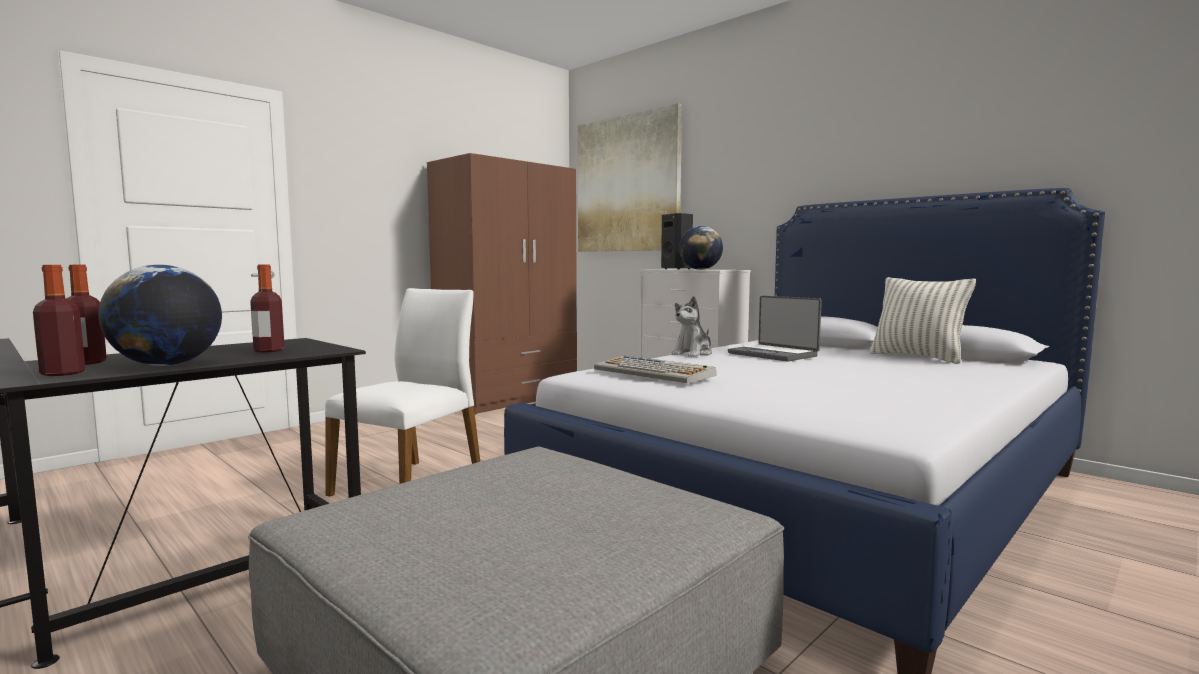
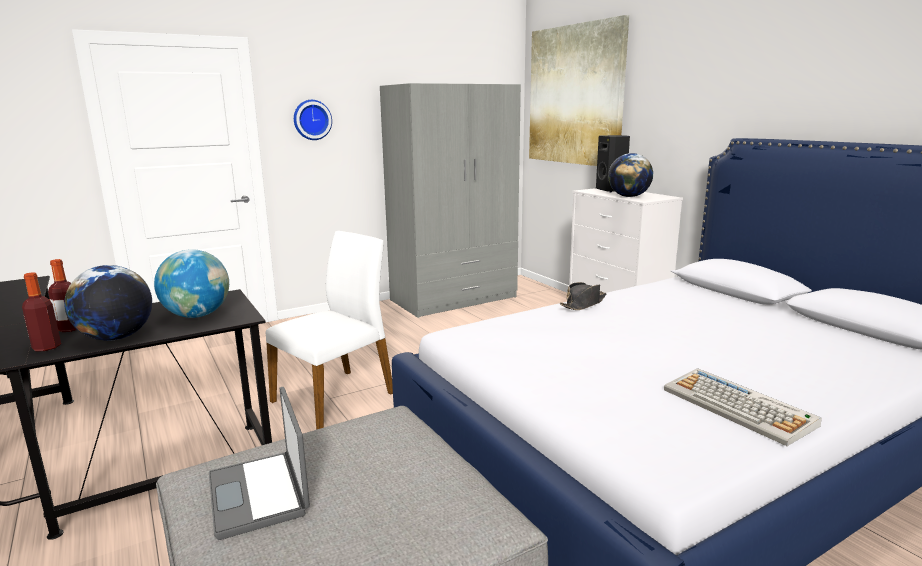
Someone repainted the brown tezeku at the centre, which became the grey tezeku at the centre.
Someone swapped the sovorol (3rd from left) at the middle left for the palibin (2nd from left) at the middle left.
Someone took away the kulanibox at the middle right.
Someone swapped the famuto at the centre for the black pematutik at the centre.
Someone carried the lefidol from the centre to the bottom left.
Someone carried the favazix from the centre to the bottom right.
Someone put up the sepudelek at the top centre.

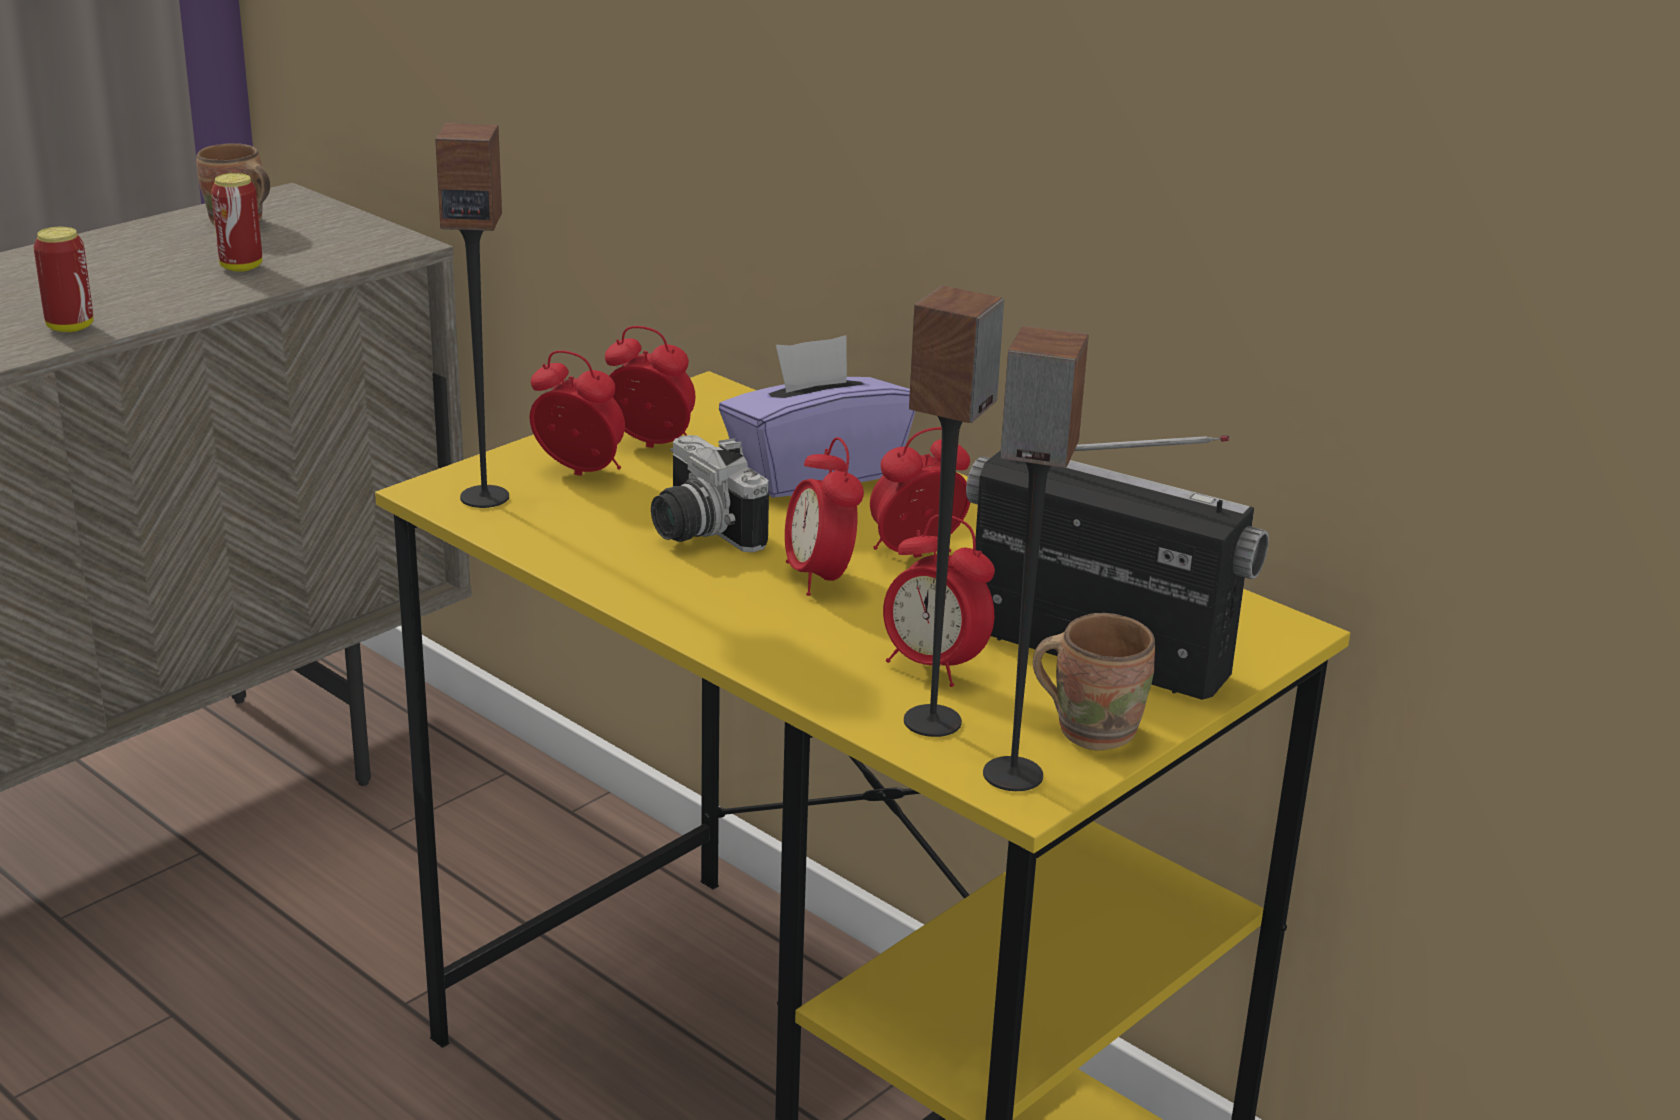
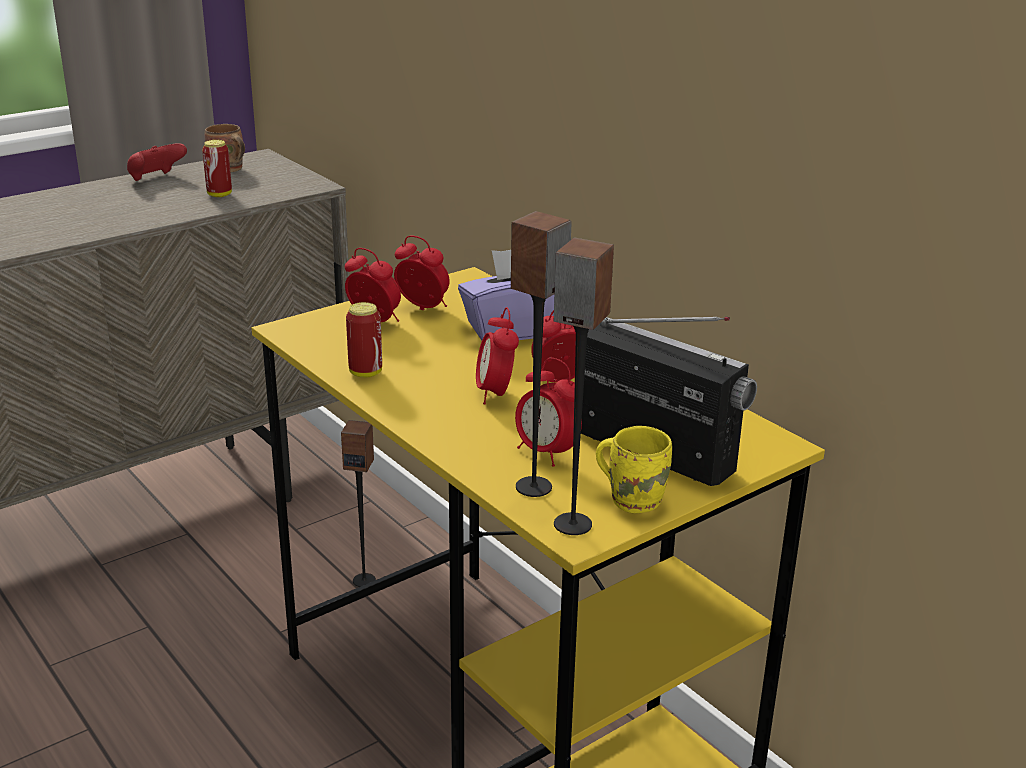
Someone carried the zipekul (1st from left) from the top left to the centre.
Someone carried the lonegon (1st from left in the first image) from the top left to the centre.
Someone took away the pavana at the centre.
Someone repainted the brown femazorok (2nd from left) at the centre, which became the yellow femazorok at the centre.
Someone put down the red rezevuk at the top left.

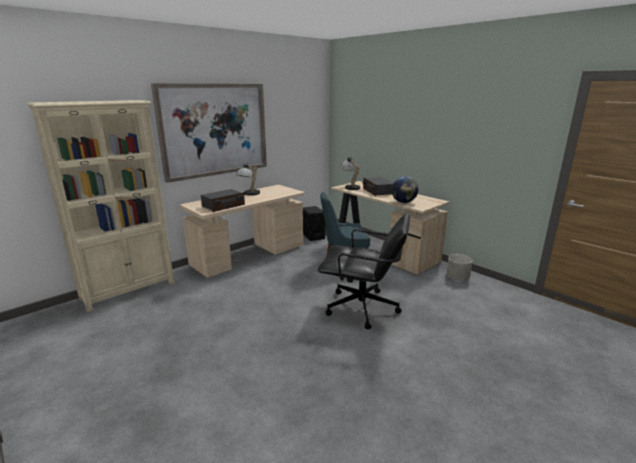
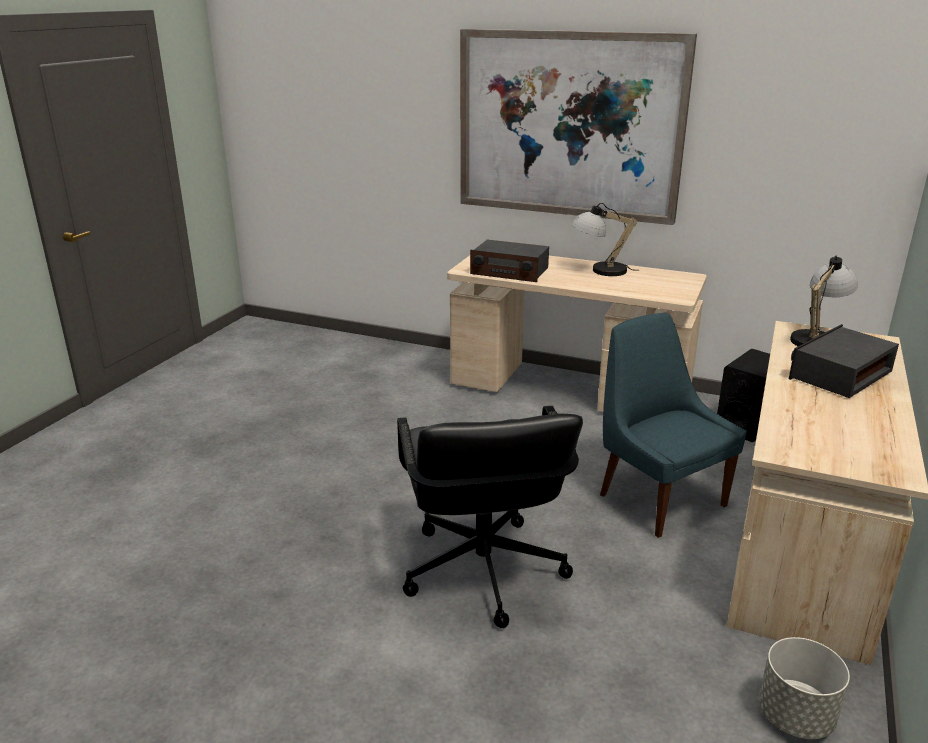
Someone took away the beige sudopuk at the middle left.
Someone took away the palibin at the centre.

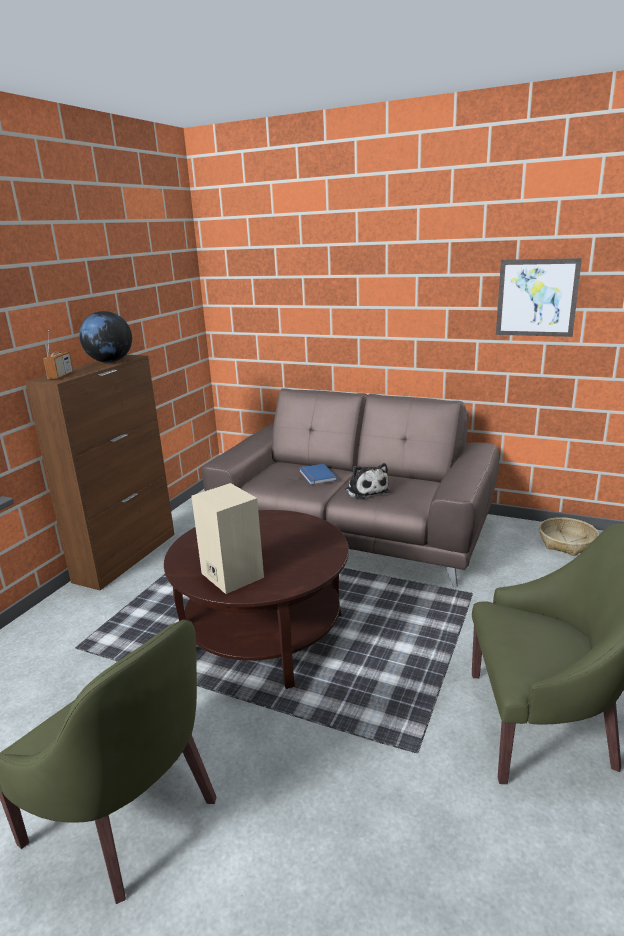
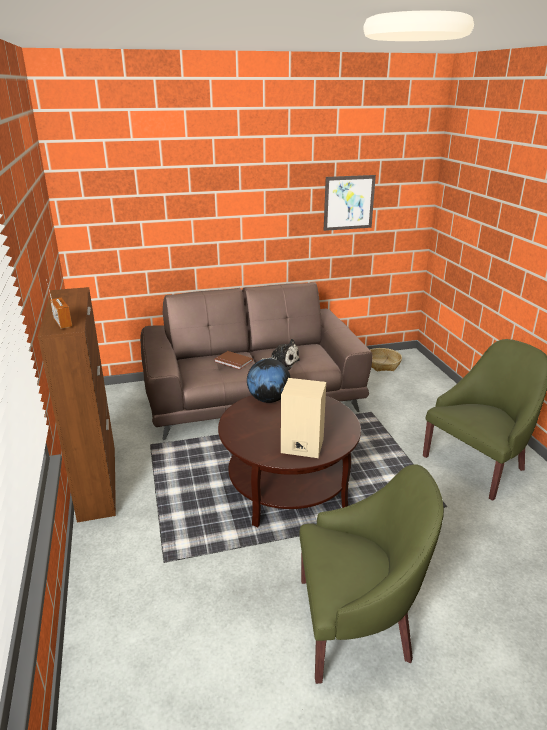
Someone carried the palibin from the middle left to the centre.
Someone repainted the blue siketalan at the centre, which became the brown siketalan at the centre.

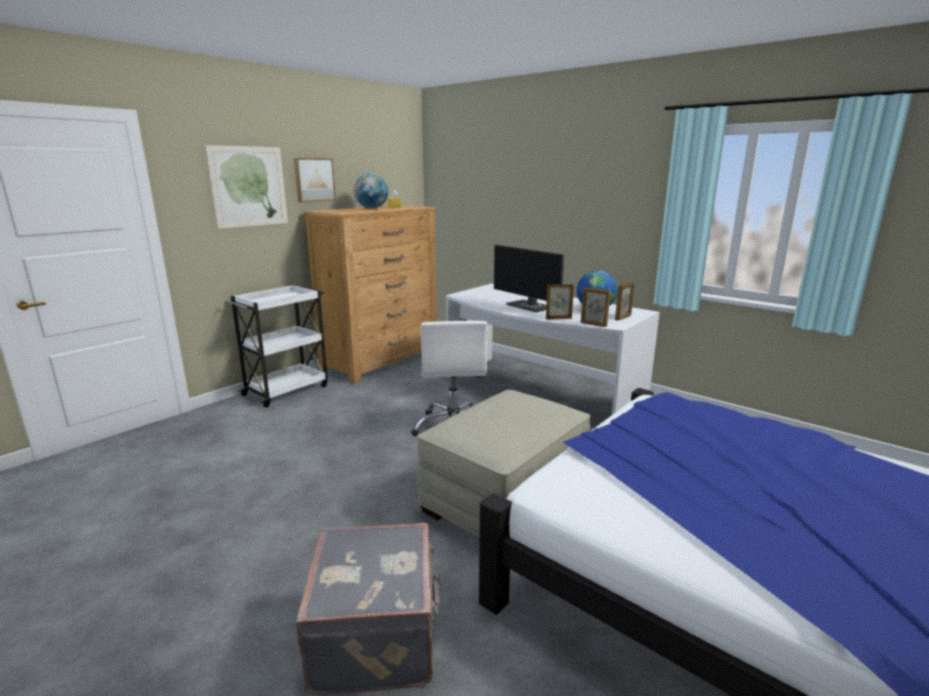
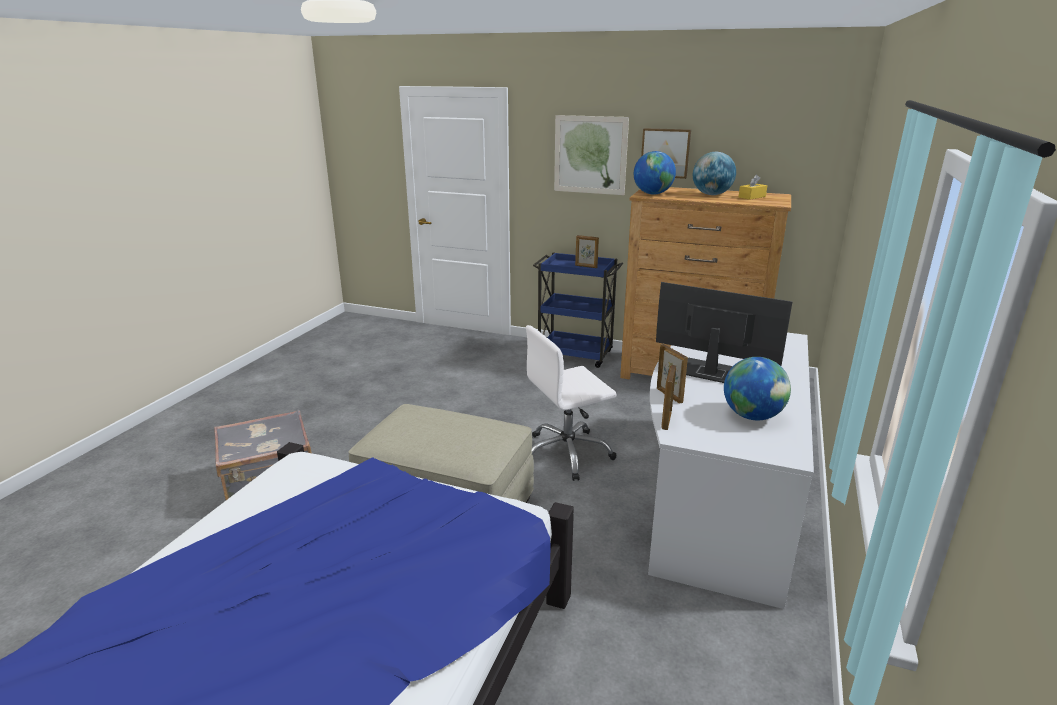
Someone rotated the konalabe at the centre by 90 degrees clockwise.
Someone carried the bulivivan (3rd from left in the first image) from the middle right to the centre.
Someone repainted the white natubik at the middle left, which became the blue natubik at the centre.
Someone put down the palibin (1st from left) at the top centre.

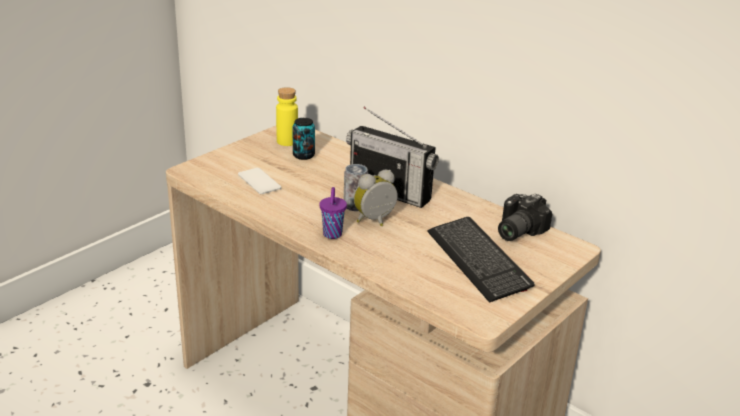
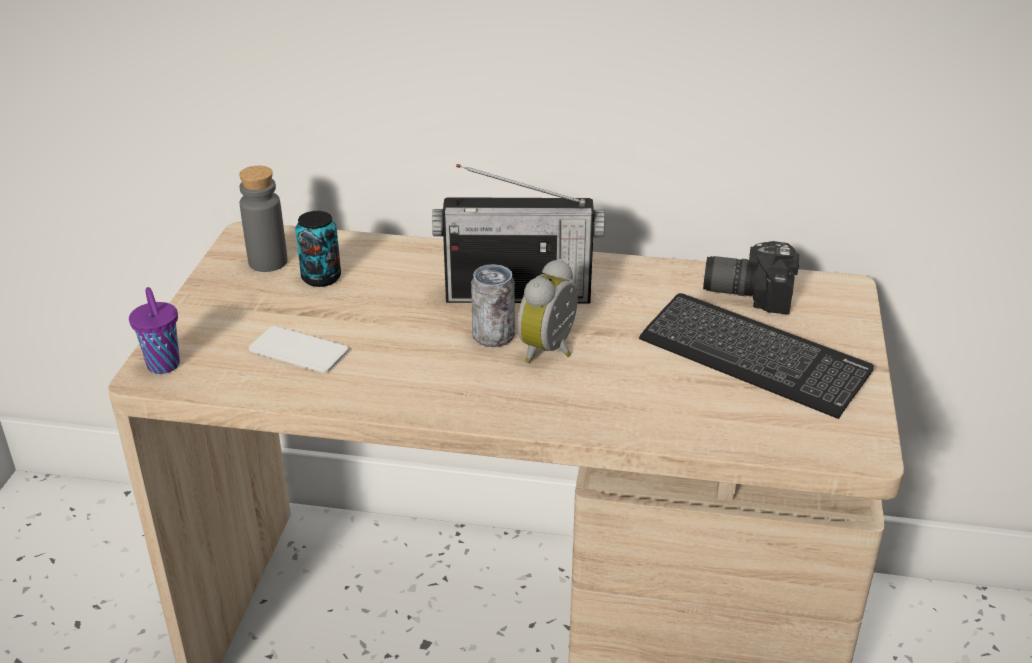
Someone repainted the yellow sovorol at the top centre, which became the grey sovorol at the top left.
Someone carried the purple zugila from the centre to the middle left.
Someone rotated the pavana at the middle right by 90 degrees clockwise.

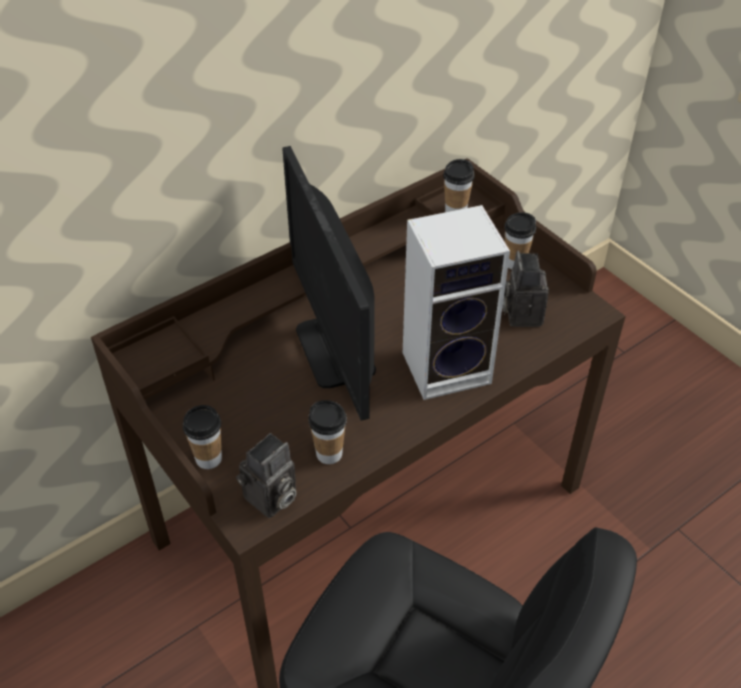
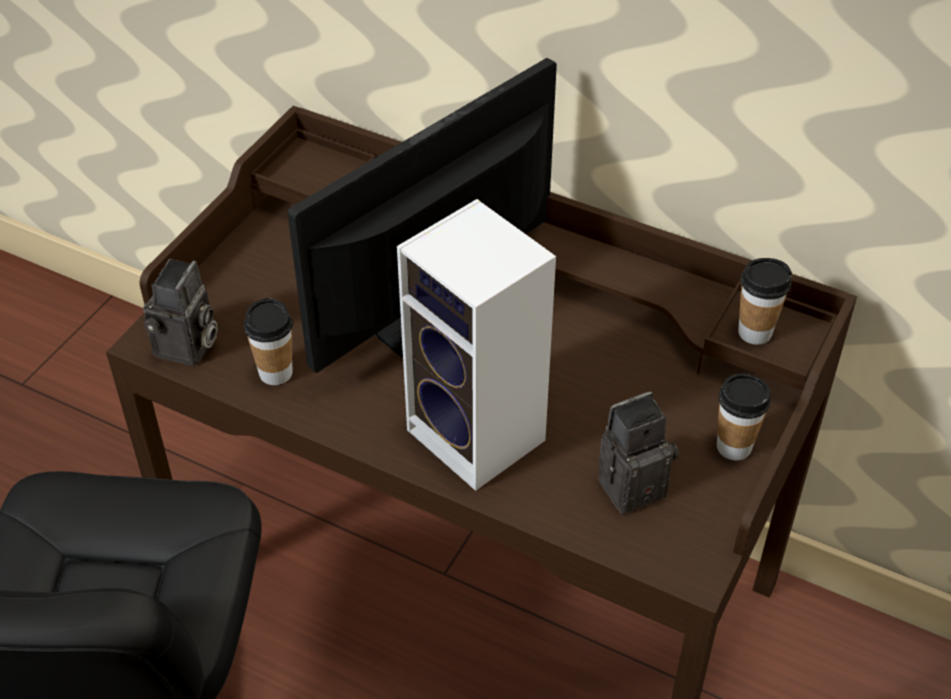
Someone took away the zugila (1st from left) at the middle left.
Someone rotated the pavana (1st from left) at the bottom centre by 90 degrees counterclockwise.

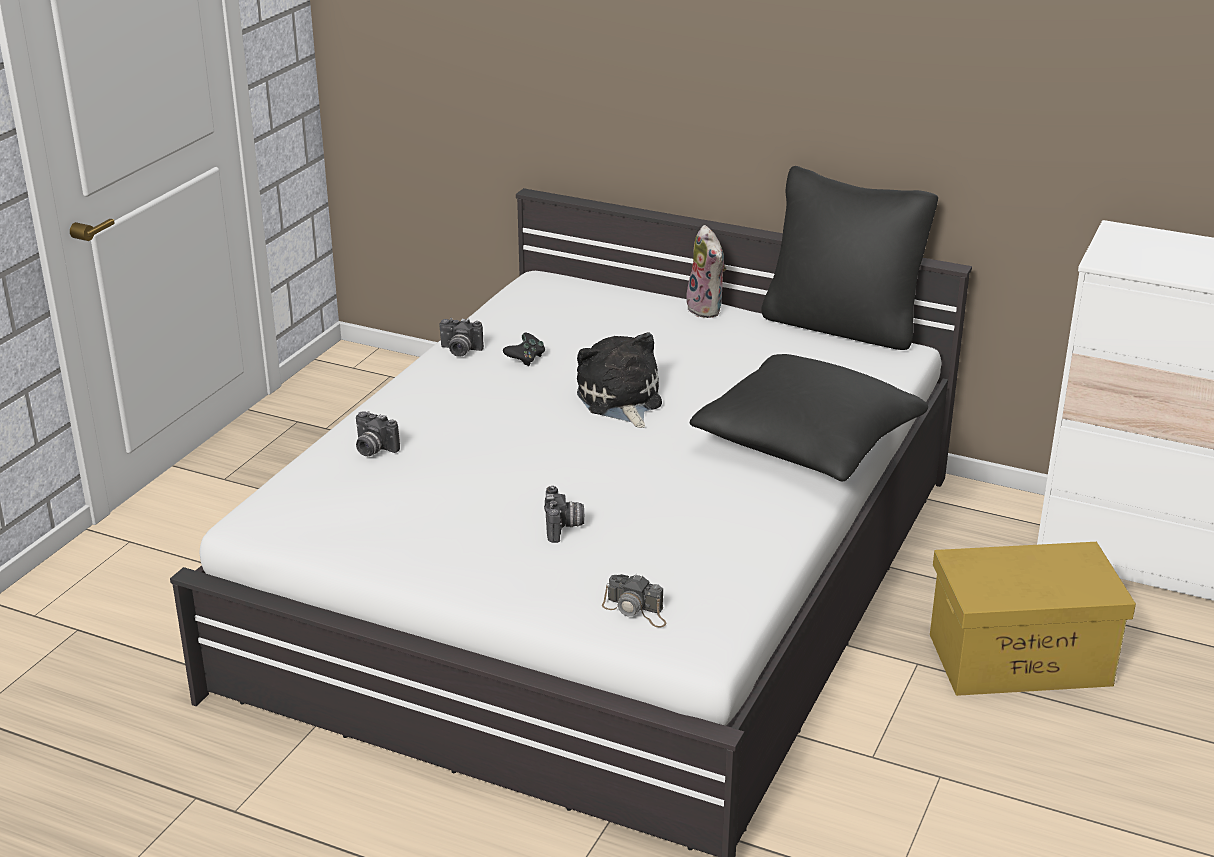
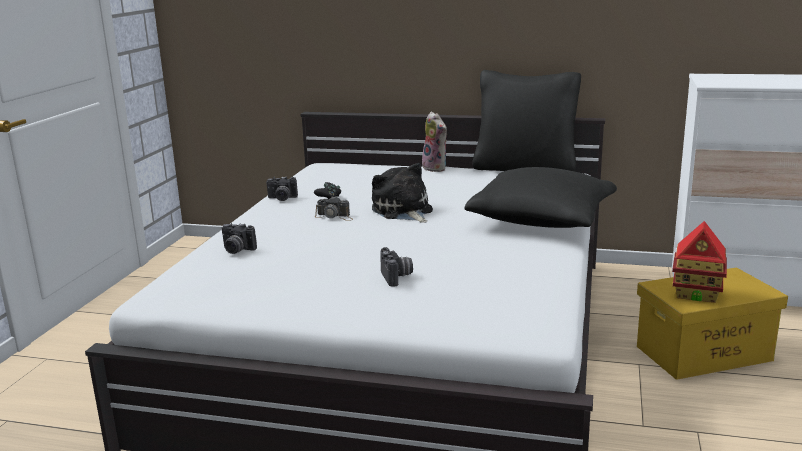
Someone carried the pavana (4th from left in the first image) from the bottom centre to the centre.
Someone put down the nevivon at the middle right.

